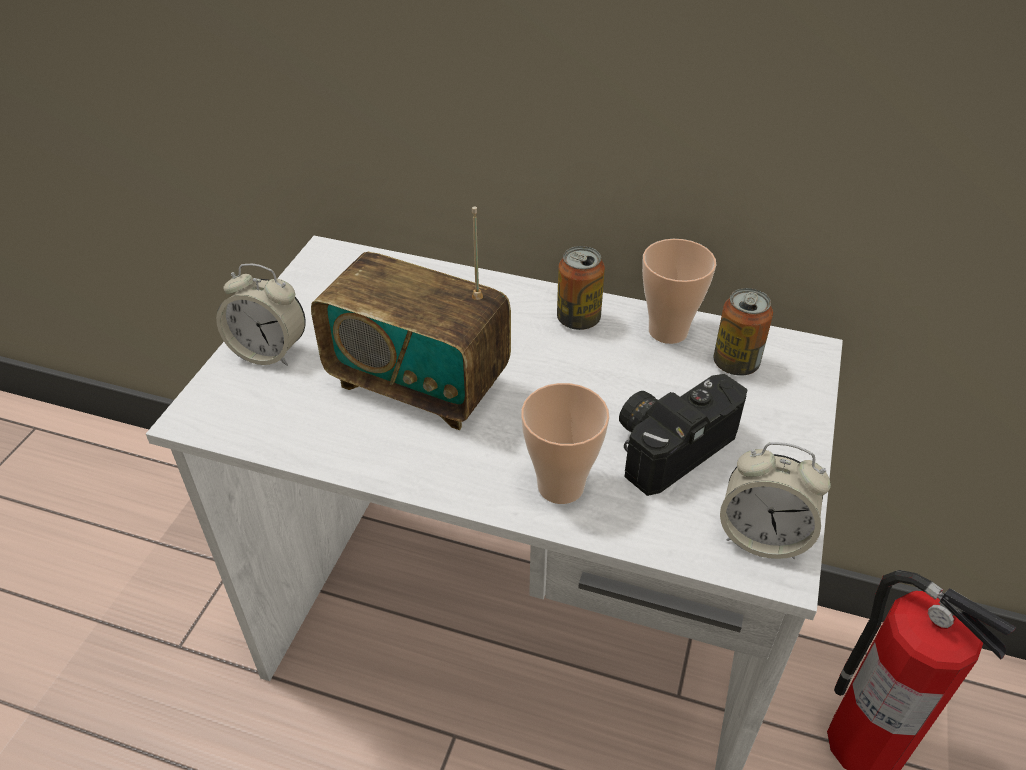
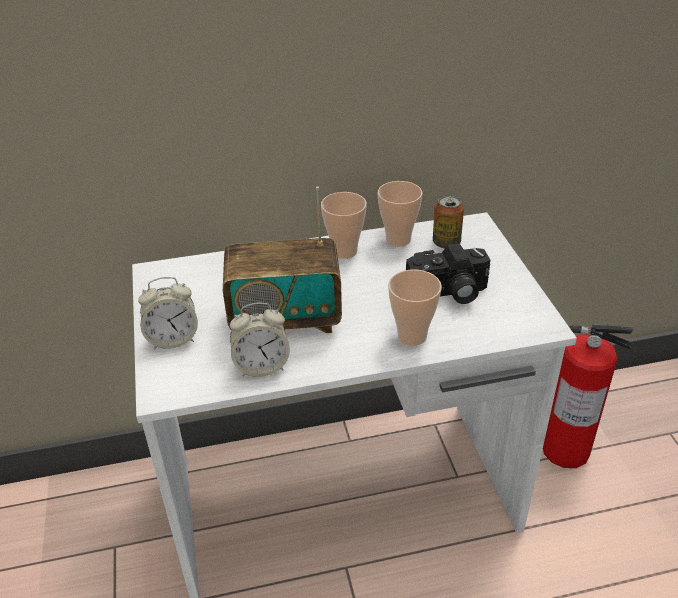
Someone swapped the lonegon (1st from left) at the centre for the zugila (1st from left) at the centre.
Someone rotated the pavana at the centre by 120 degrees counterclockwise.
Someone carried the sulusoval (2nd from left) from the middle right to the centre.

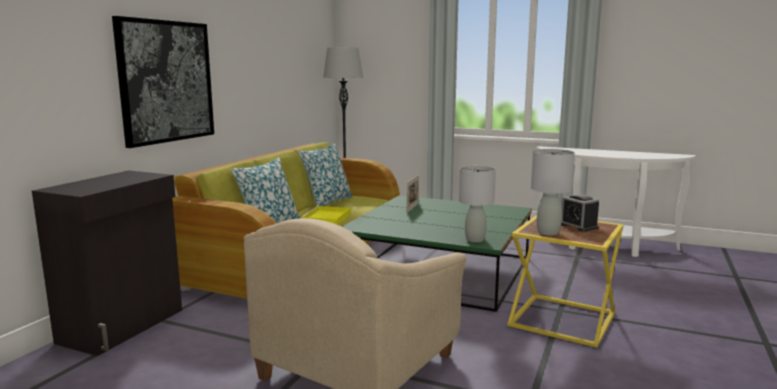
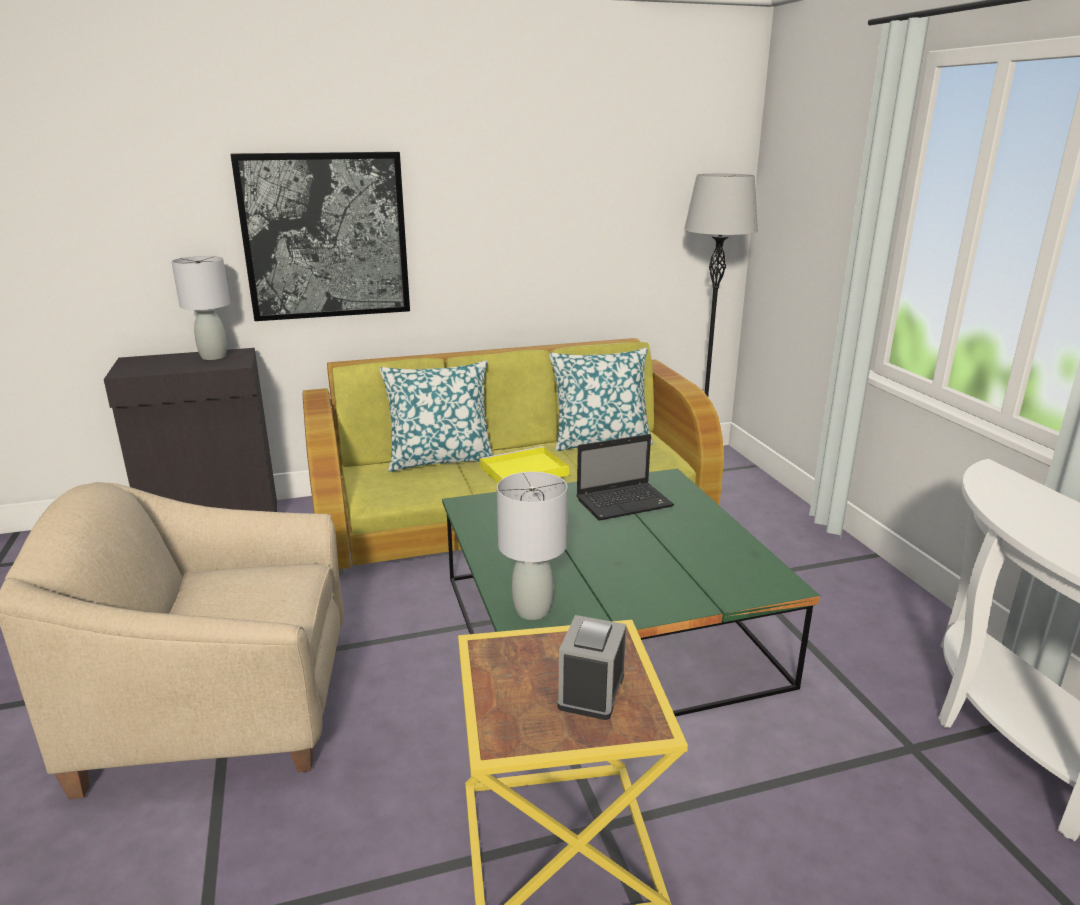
Someone carried the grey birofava (2nd from left in the first image) from the middle right to the middle left.
Someone swapped the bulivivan at the centre for the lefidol at the centre.

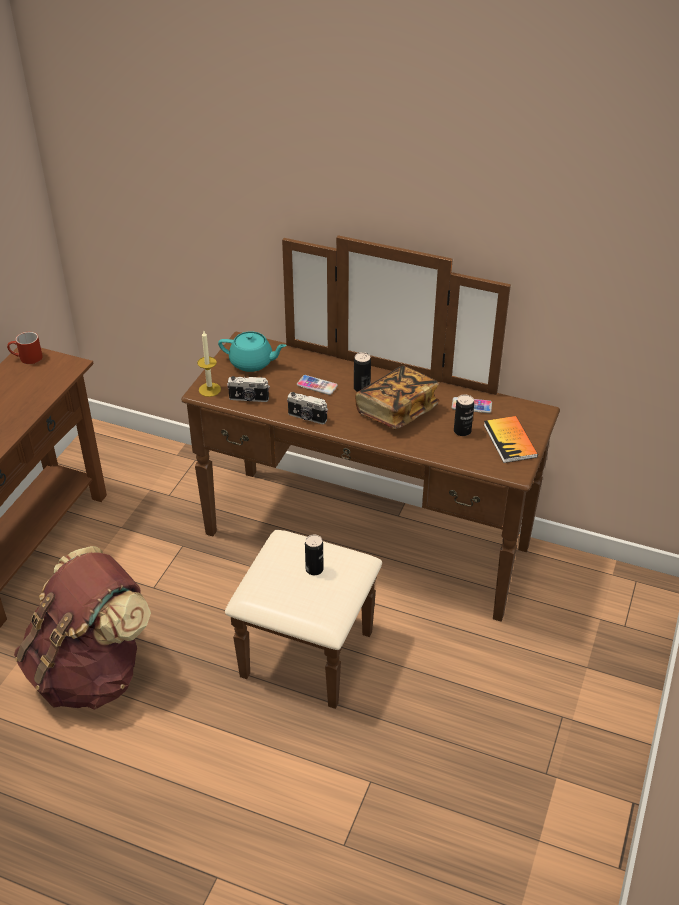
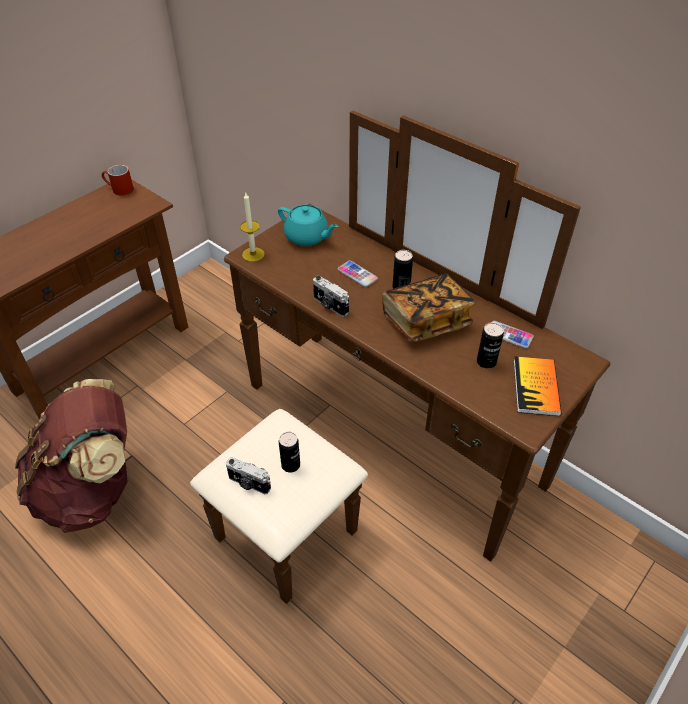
Someone carried the pavana (1st from left) from the centre to the bottom centre.

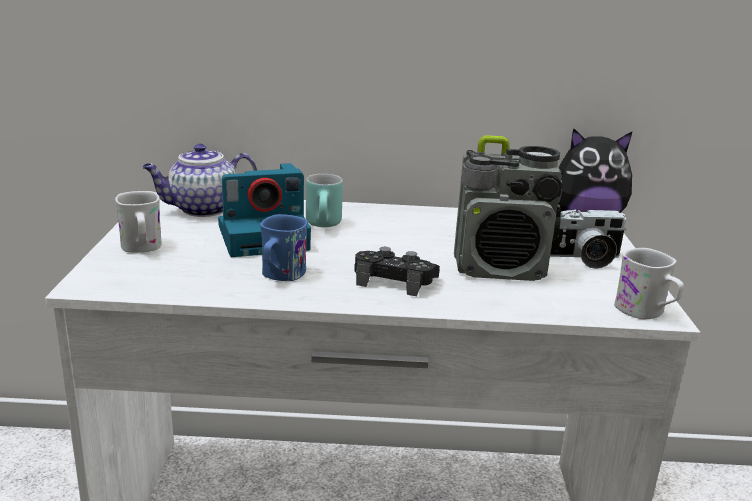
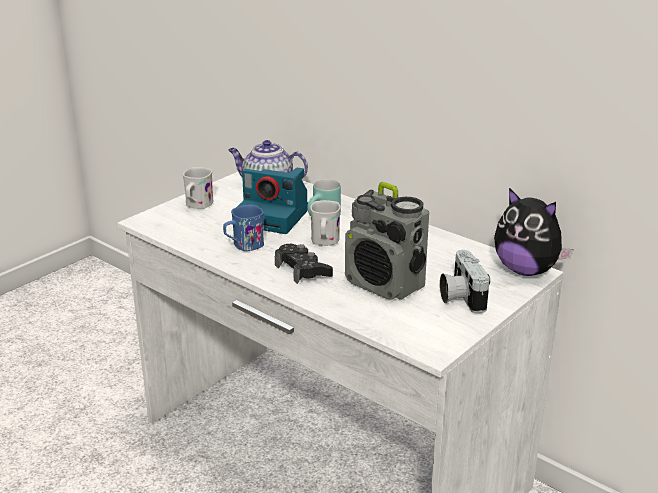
Someone rotated the pavana (2nd from left) at the middle right by 45 degrees clockwise.
Someone carried the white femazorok (2nd from left) from the middle right to the centre.

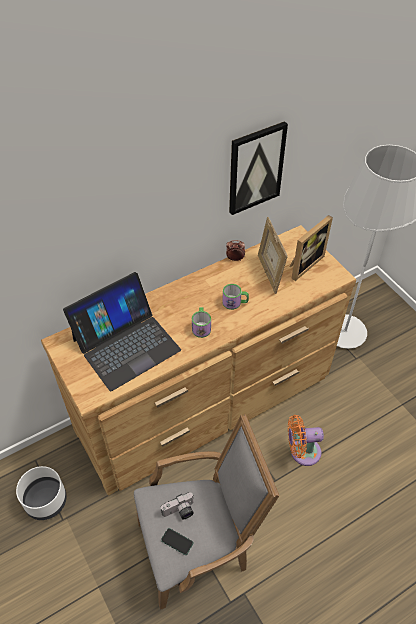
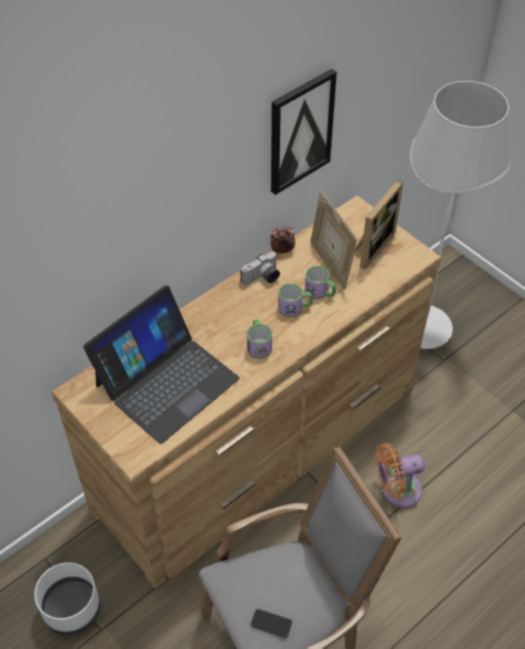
Someone carried the pavana from the bottom centre to the centre.
Someone put down the femazorok (3rd from left) at the centre.

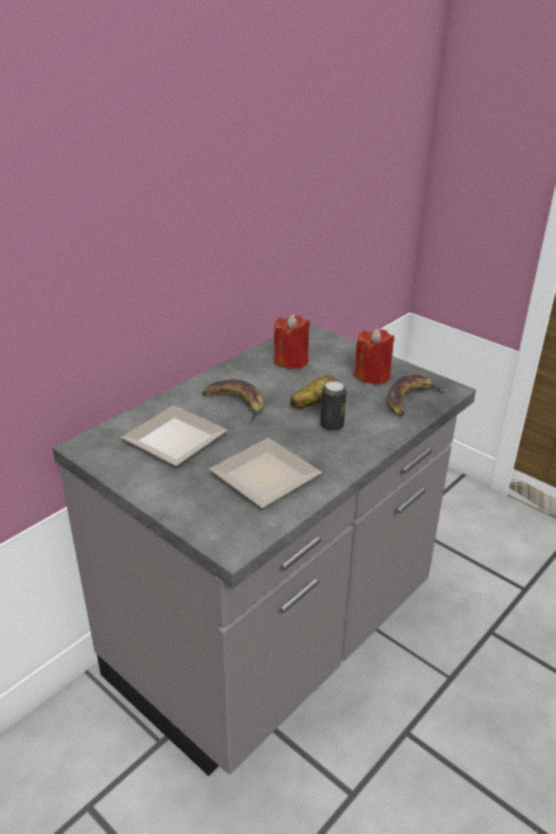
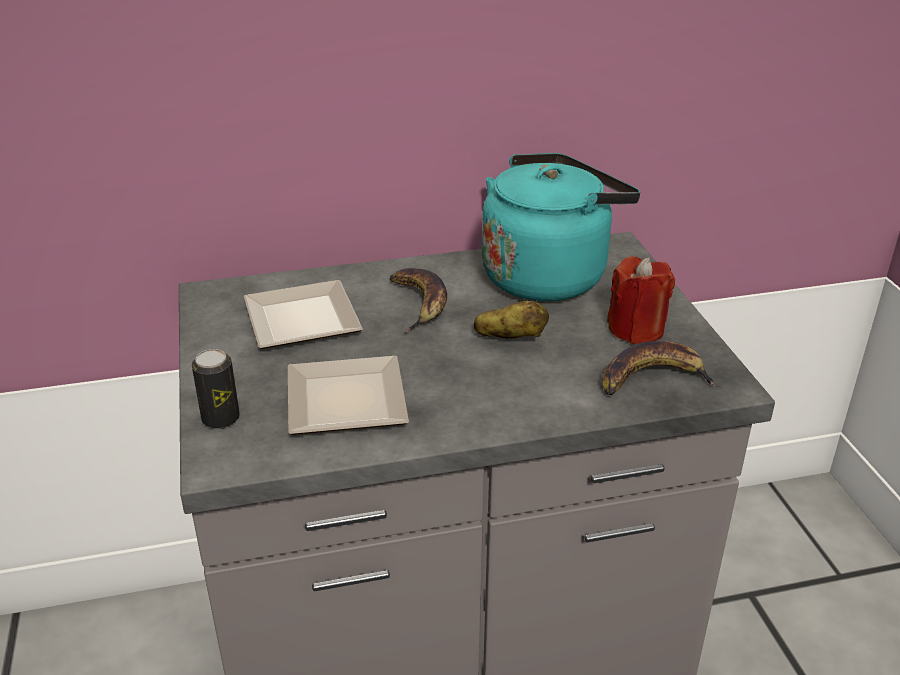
Someone swapped the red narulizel (1st from left) at the centre for the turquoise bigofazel at the centre.
Someone carried the lonegon from the centre to the middle left.

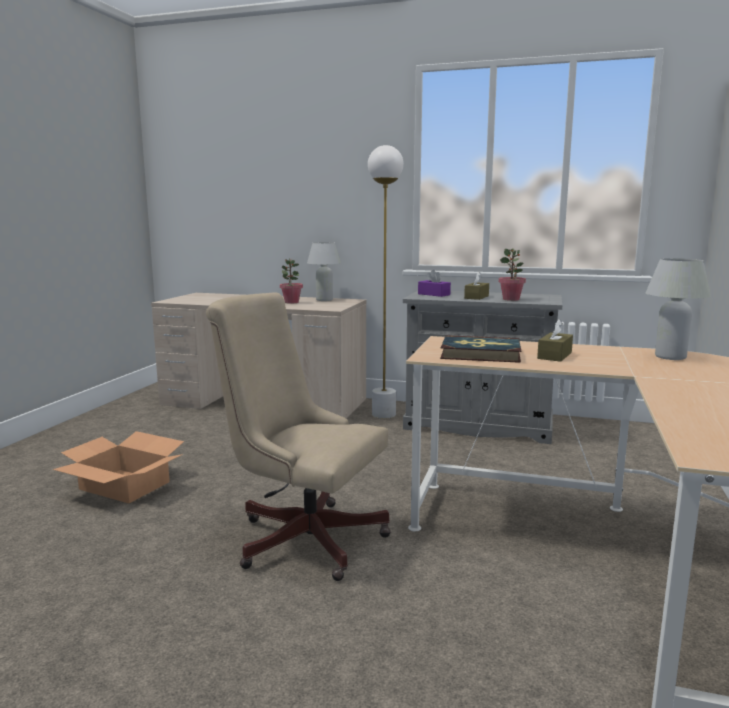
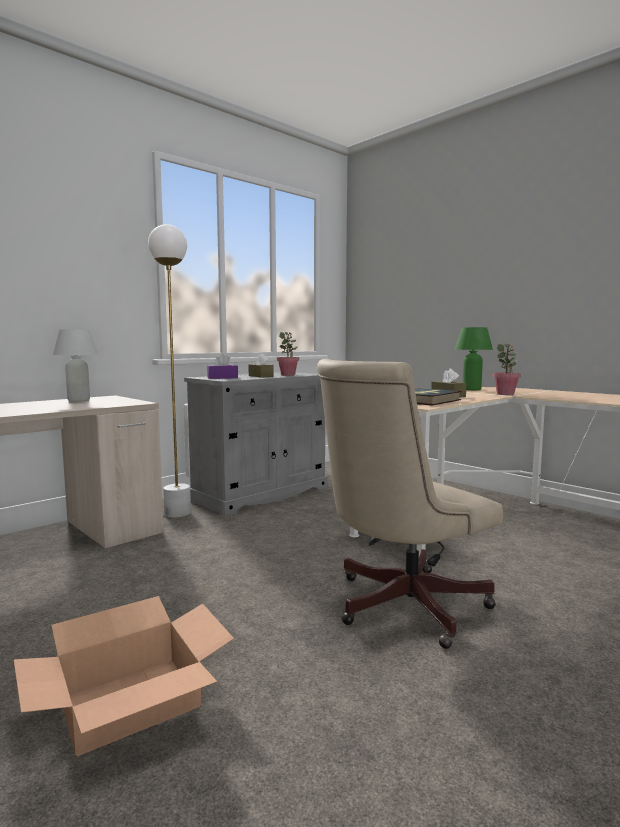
Someone repainted the white birofava (2nd from left) at the middle right, which became the green birofava at the middle right.
Someone carried the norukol (1st from left in the first image) from the centre to the middle right.

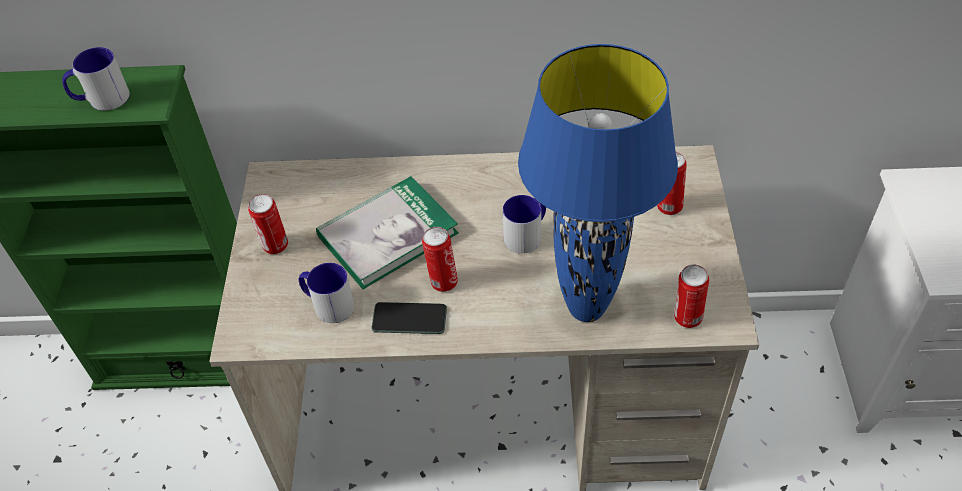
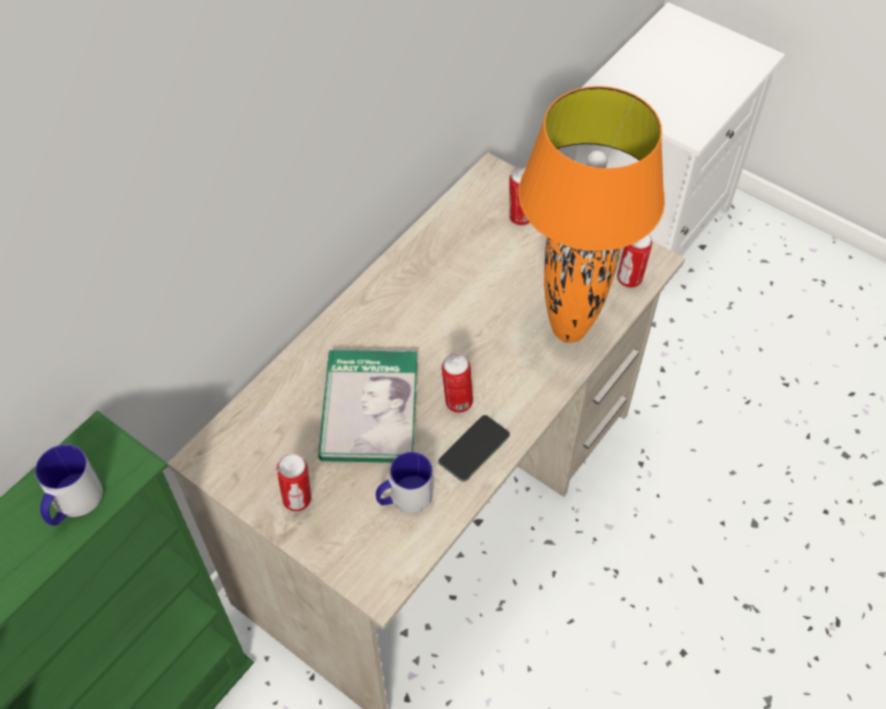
Someone repainted the blue birofava at the centre, which became the orange birofava at the top right.
Someone took away the femazorok (3rd from left) at the centre.

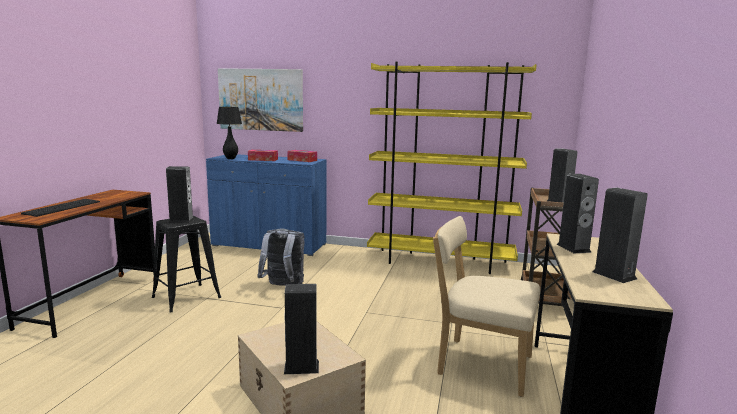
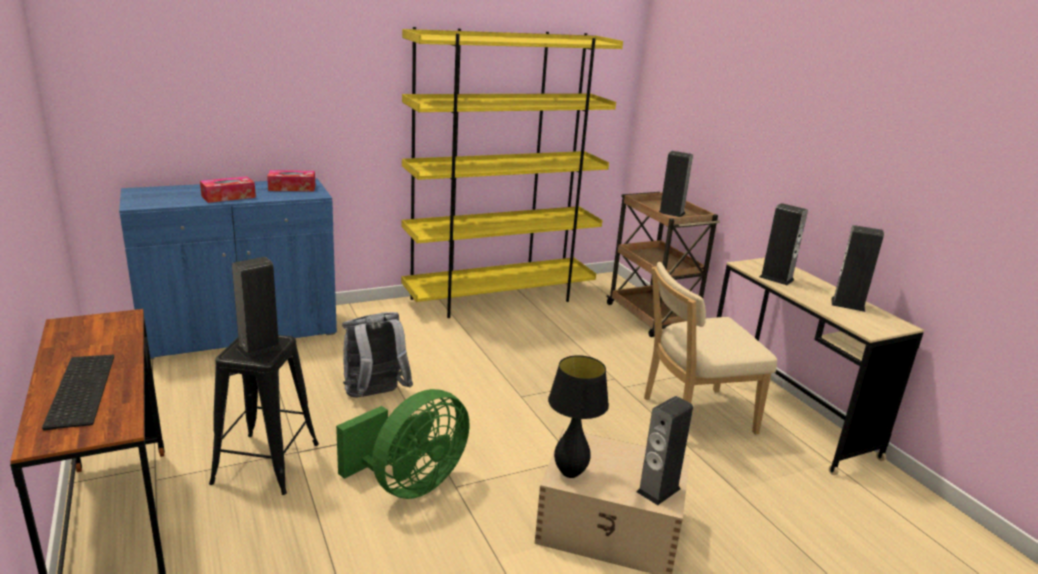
Someone took away the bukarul at the top centre.
Someone carried the black birofava from the top left to the bottom centre.
Someone put down the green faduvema at the bottom centre.

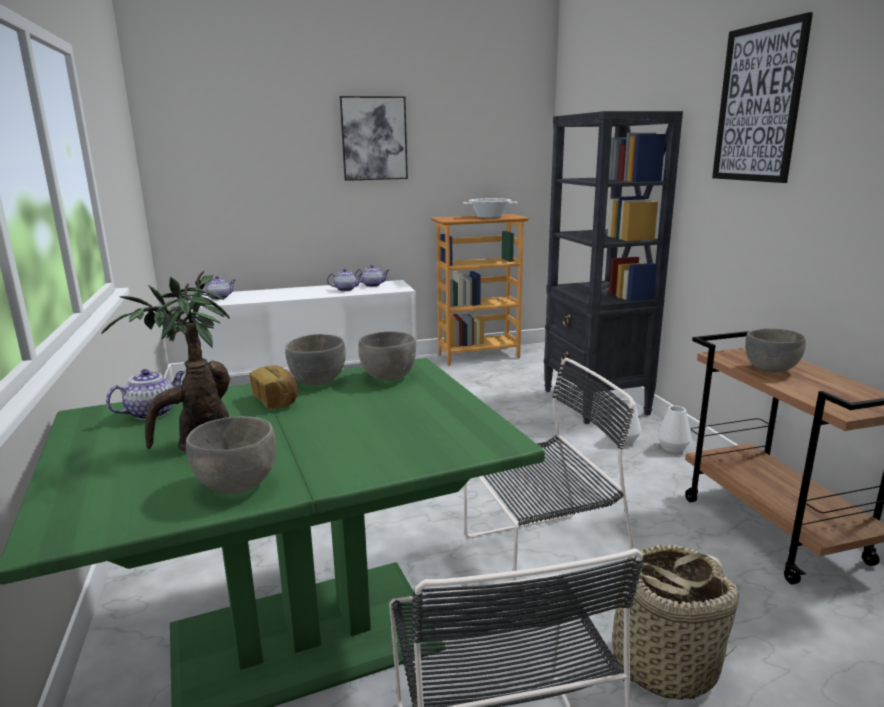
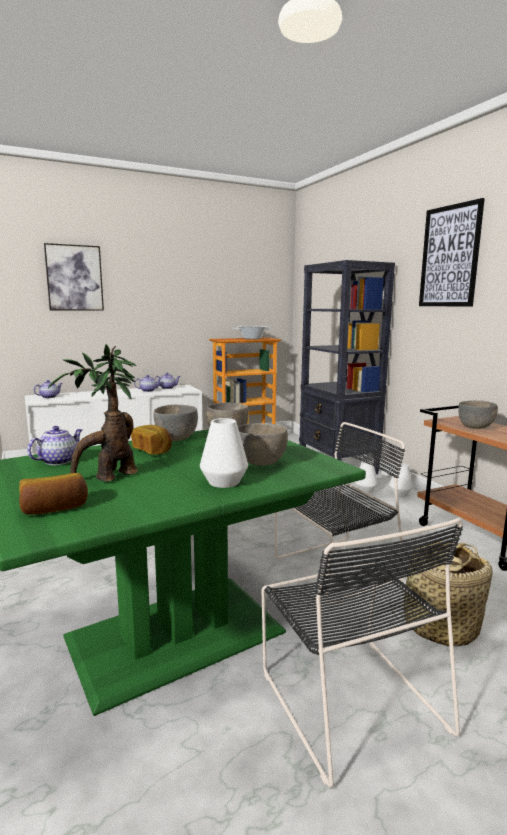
Someone carried the bukarul (1st from left) from the top centre to the top left.
Someone carried the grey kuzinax (1st from left in the first image) from the middle left to the centre.
Someone put down the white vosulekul (1st from left) at the centre.
Someone put down the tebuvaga (1st from left) at the middle left.

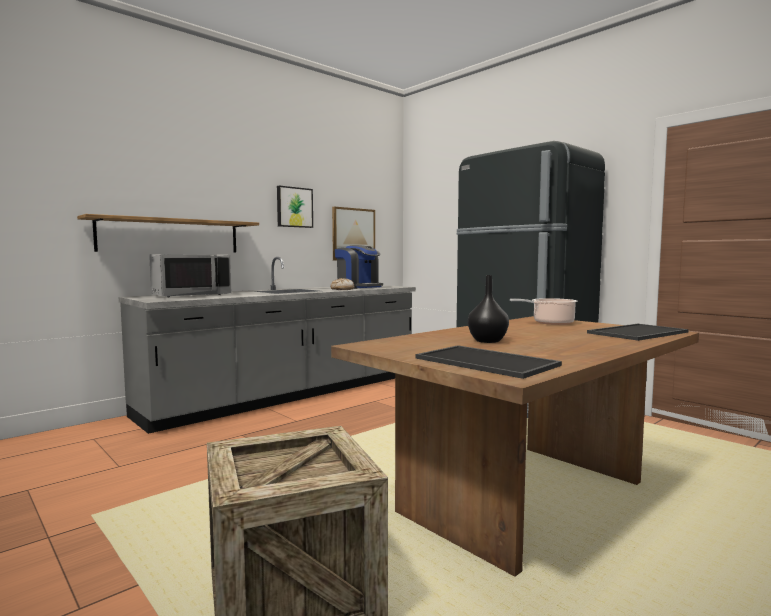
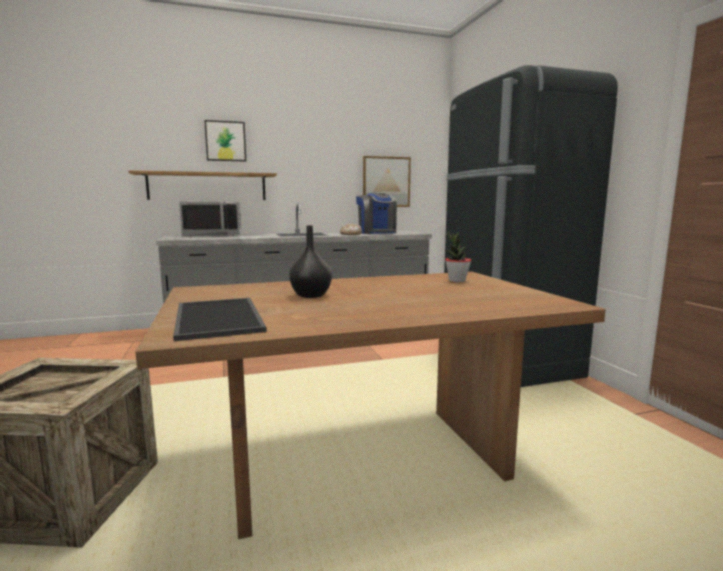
Someone carried the bukarul (1st from left) from the centre to the top left.
Someone swapped the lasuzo at the middle right for the norukol at the centre.
Someone took away the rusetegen (2nd from left) at the middle right.

